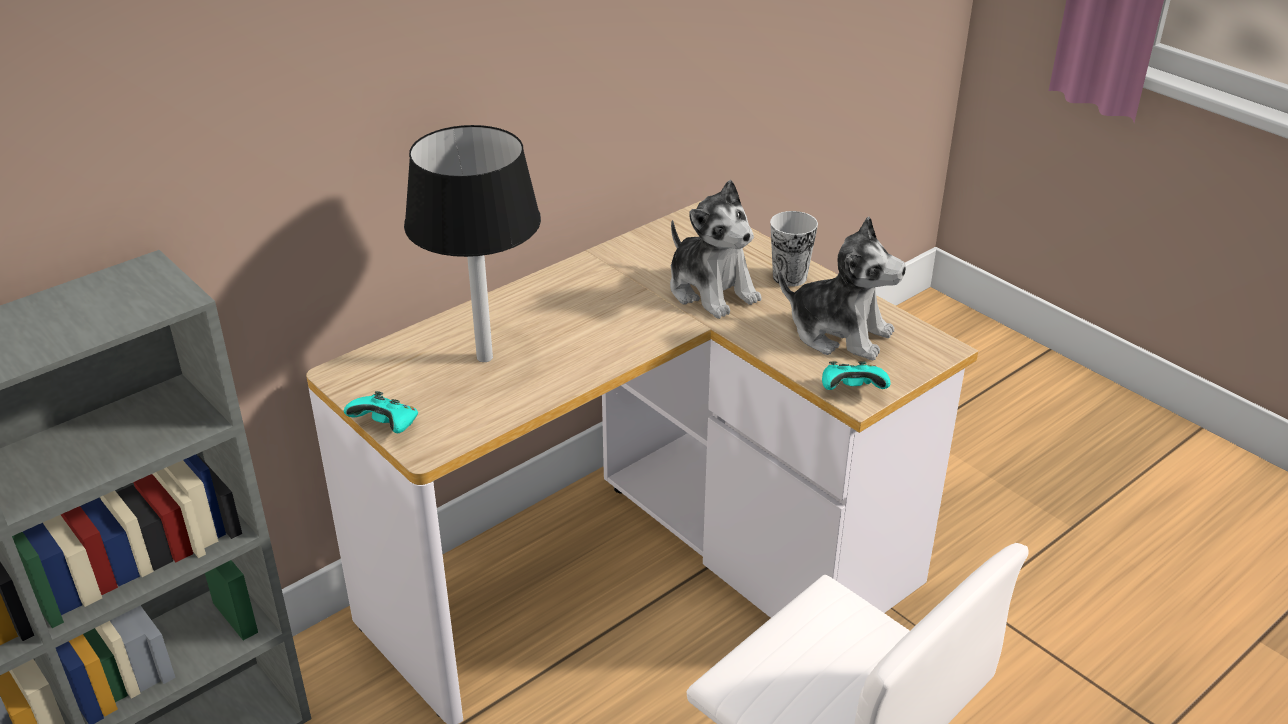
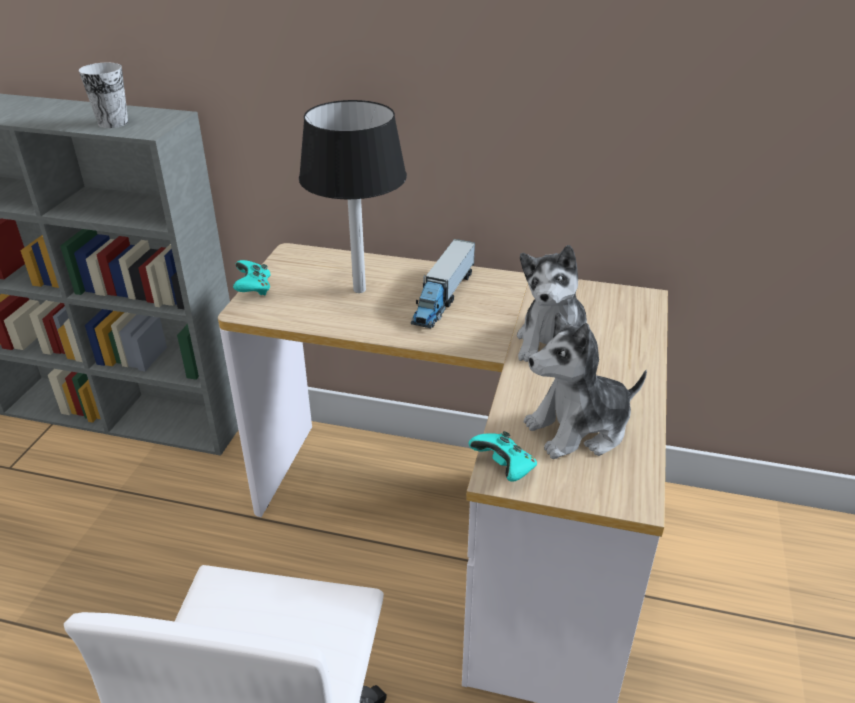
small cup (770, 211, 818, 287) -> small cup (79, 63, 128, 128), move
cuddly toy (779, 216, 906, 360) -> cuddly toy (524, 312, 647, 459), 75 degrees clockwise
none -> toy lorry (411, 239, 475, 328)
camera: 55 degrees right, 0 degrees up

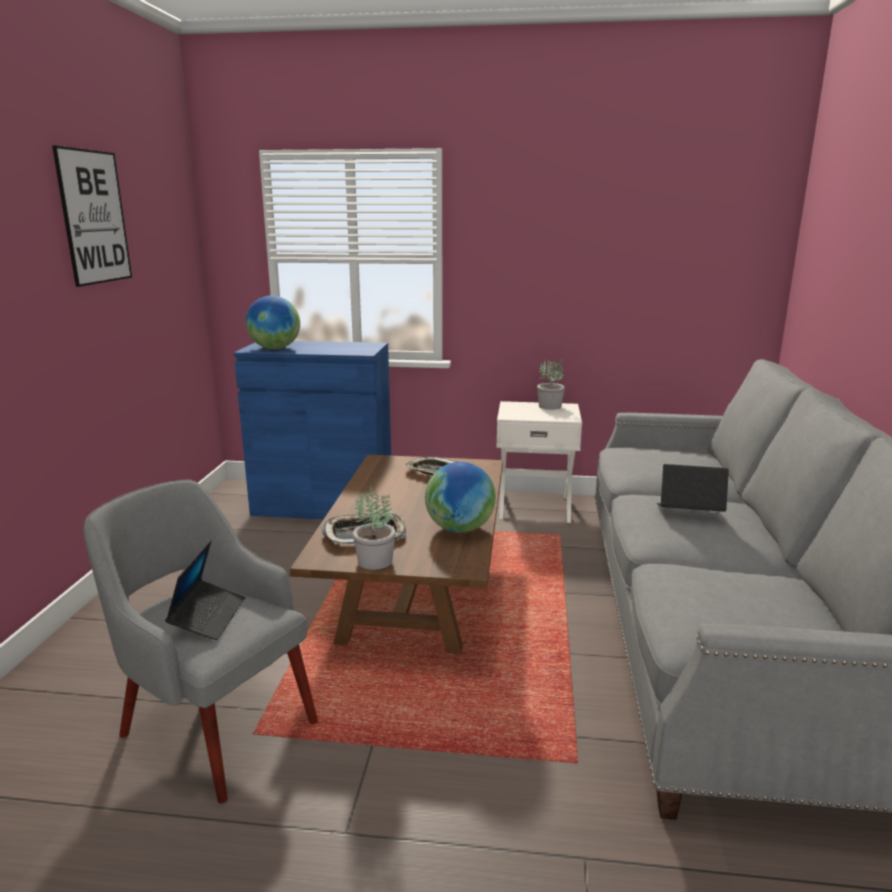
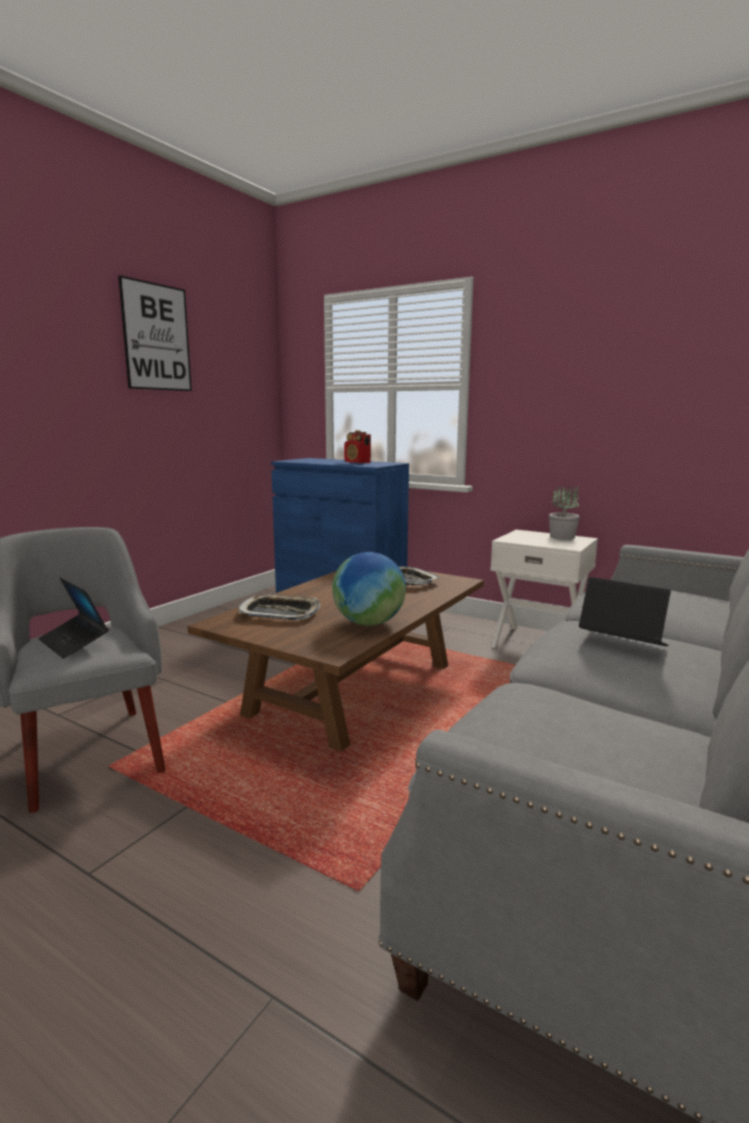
globe (246, 295, 300, 349) -> none
potted plant (353, 485, 396, 570) -> none
notebook computer (165, 540, 245, 640) -> notebook computer (38, 577, 109, 659), 105 degrees clockwise
none -> radio (344, 430, 371, 464)
camera: 25 degrees right, 5 degrees down

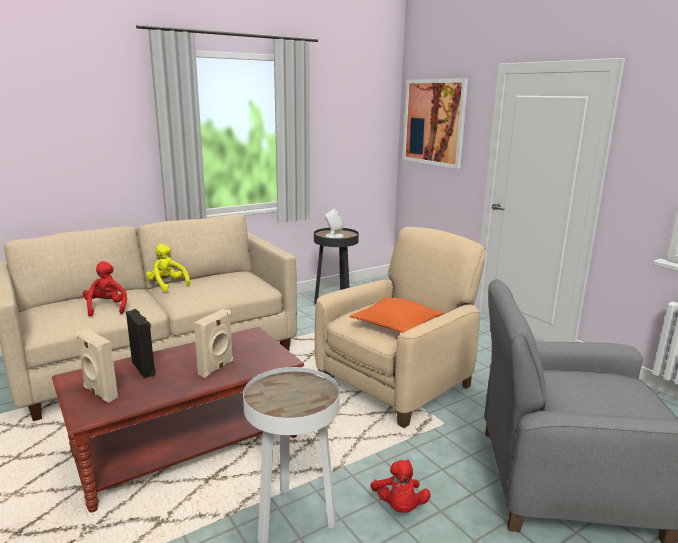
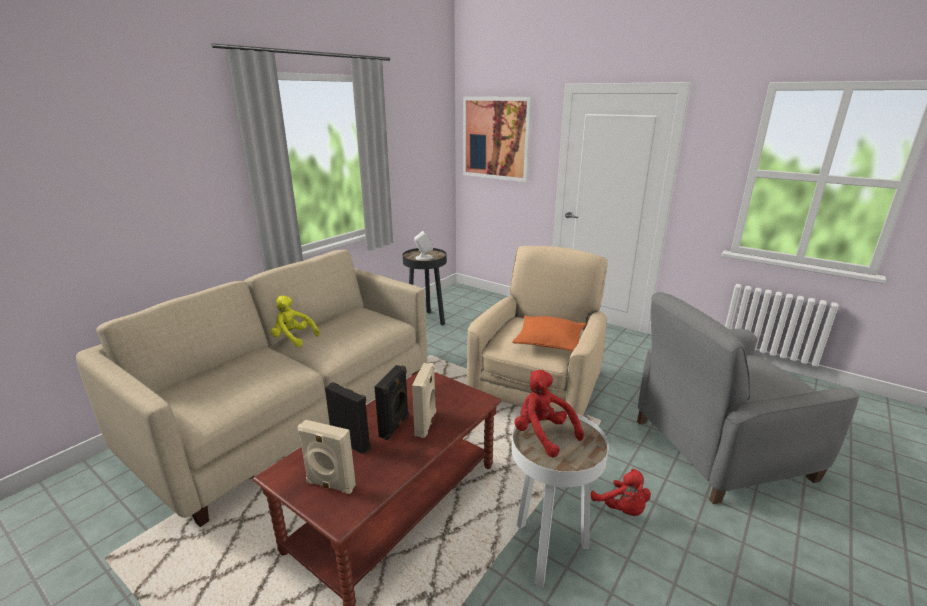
cuddly toy (red) (83, 261, 127, 316) -> cuddly toy (red) (514, 370, 584, 458), move
none -> loudspeaker (black) (374, 365, 409, 440)
camera: 20 degrees left, 5 degrees up

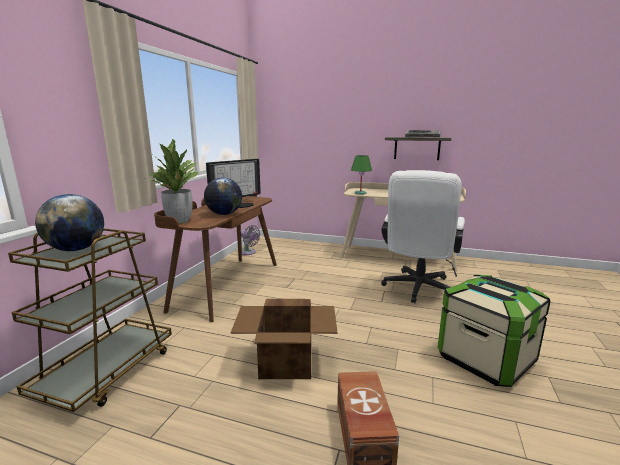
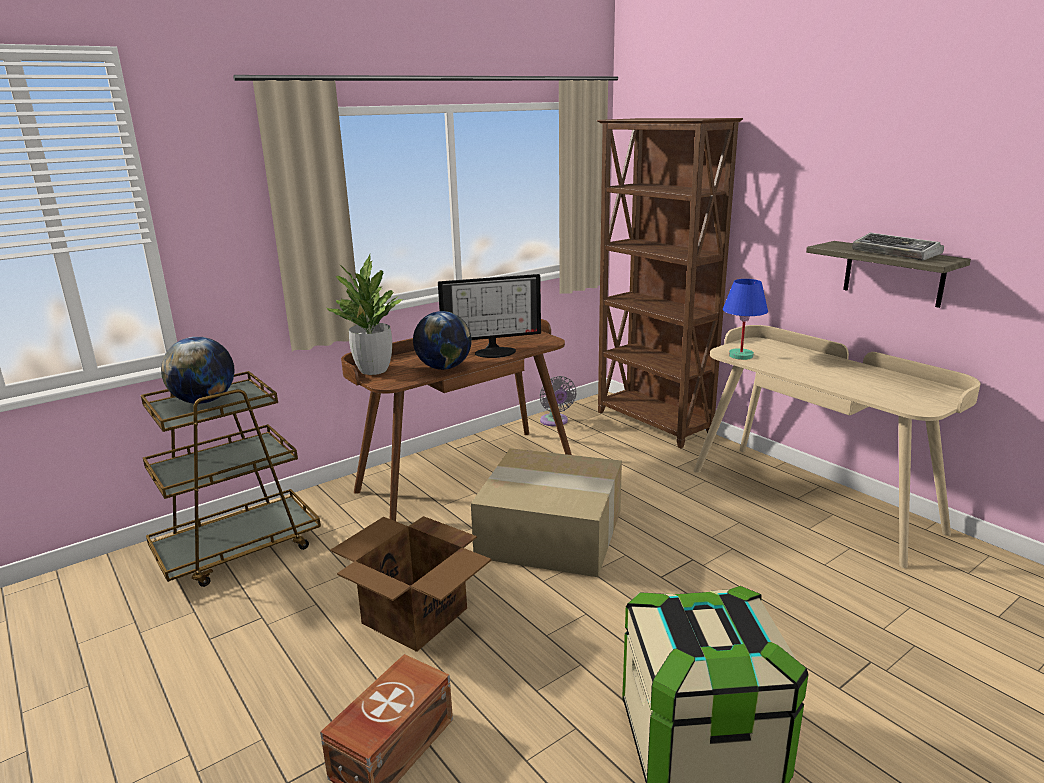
tabletop lamp (greenish) (351, 155, 372, 195) -> tabletop lamp (blue) (723, 279, 768, 360)
desk chair (white-coloured) (381, 170, 465, 303) -> none
none -> shelving unit (brown) (597, 118, 743, 448)
none -> packing box (471, 448, 622, 577)
camera: 35 degrees right, 5 degrees up

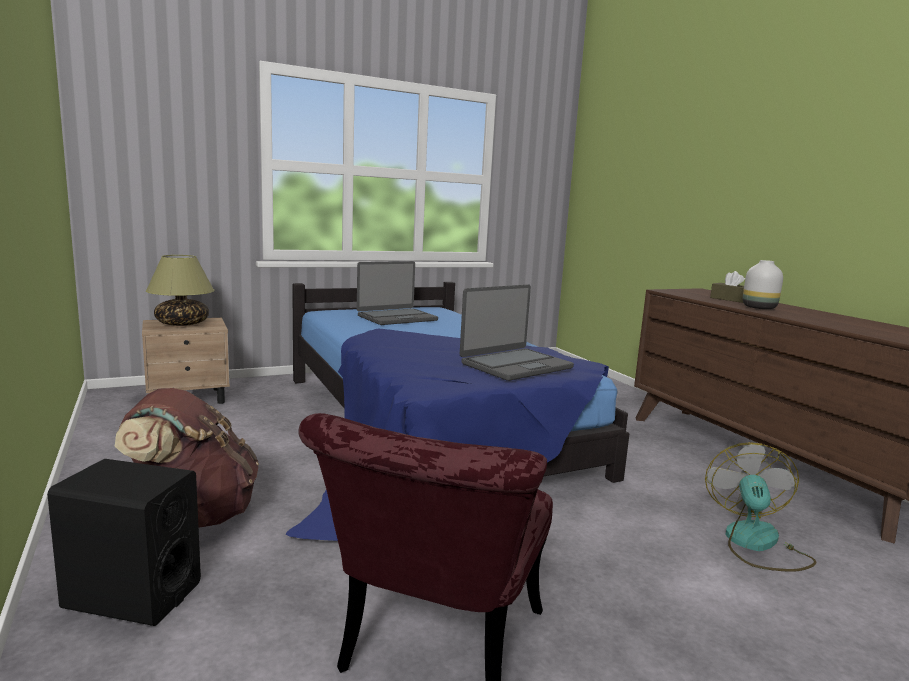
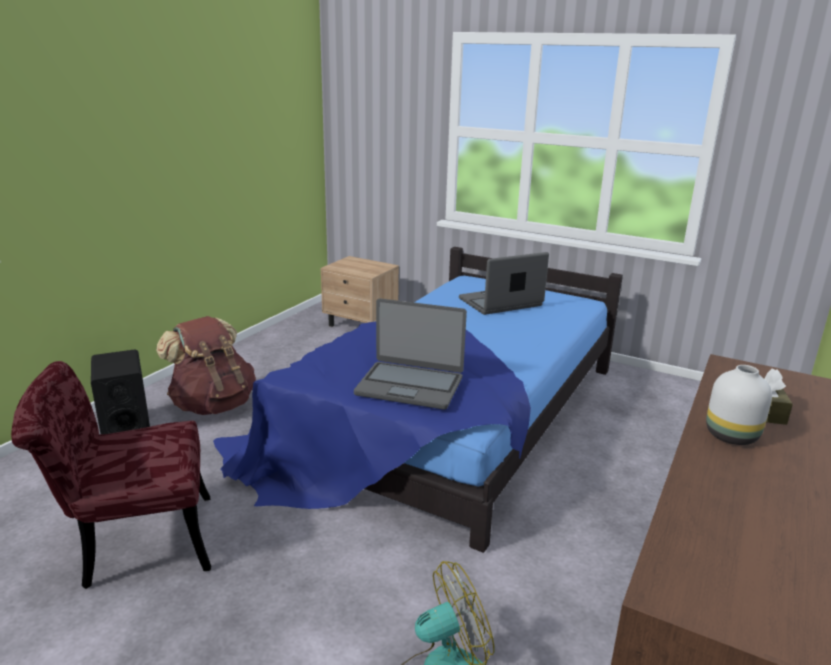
tabletop lamp (146, 255, 214, 326) -> none
notebook computer (357, 261, 438, 325) -> notebook computer (459, 252, 549, 315), 135 degrees clockwise
camera: 55 degrees right, 10 degrees up

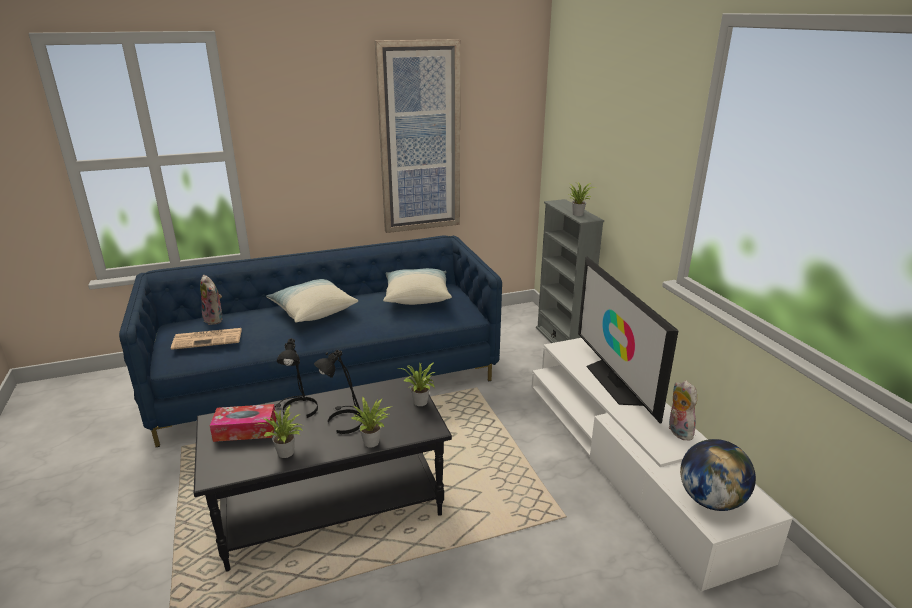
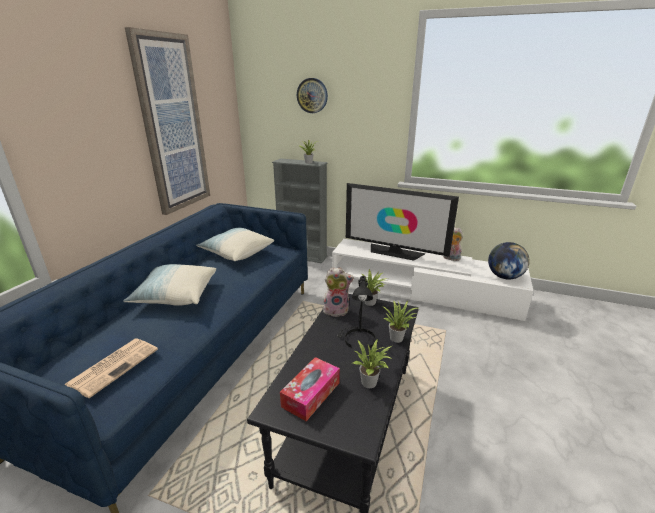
cuddly toy (200, 275, 223, 325) -> cuddly toy (323, 267, 354, 317), move
tabletop lamp (black) (275, 338, 318, 418) -> none
none -> clock on the wall (297, 78, 328, 113)
camera: 50 degrees left, 0 degrees up

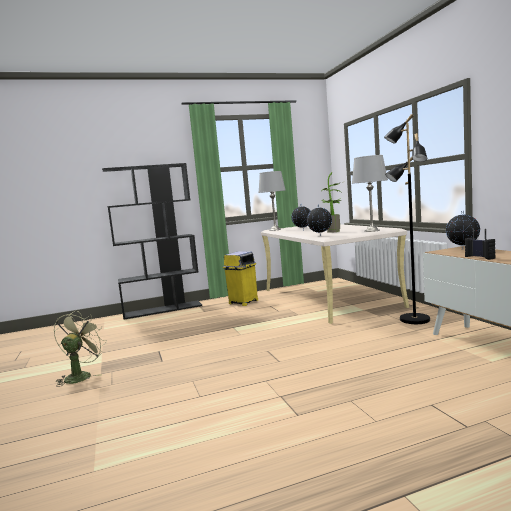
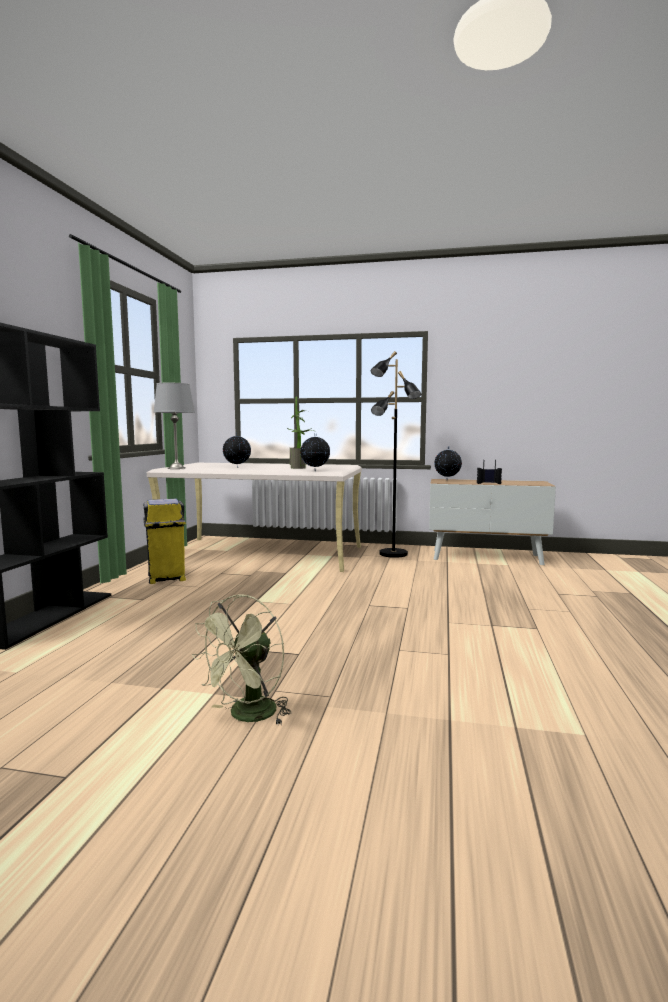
tabletop lamp (gray) (352, 155, 388, 232) -> none
electric fan (greenish) (54, 310, 107, 387) -> electric fan (greenish) (192, 594, 291, 724), 105 degrees counterclockwise
camera: 60 degrees left, 0 degrees up

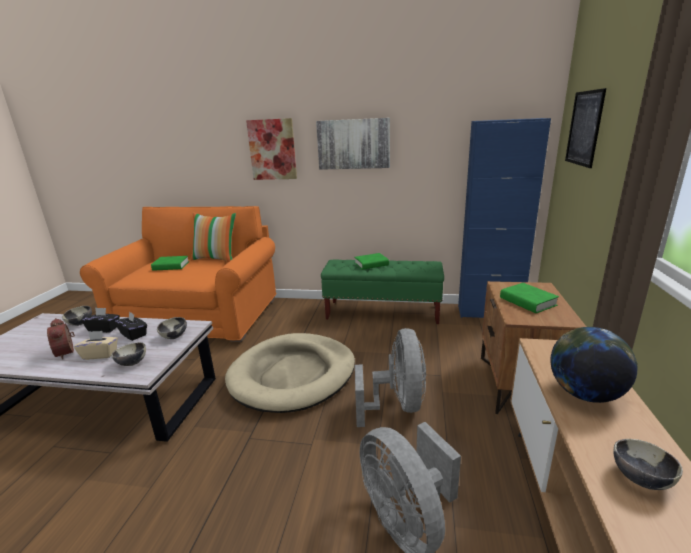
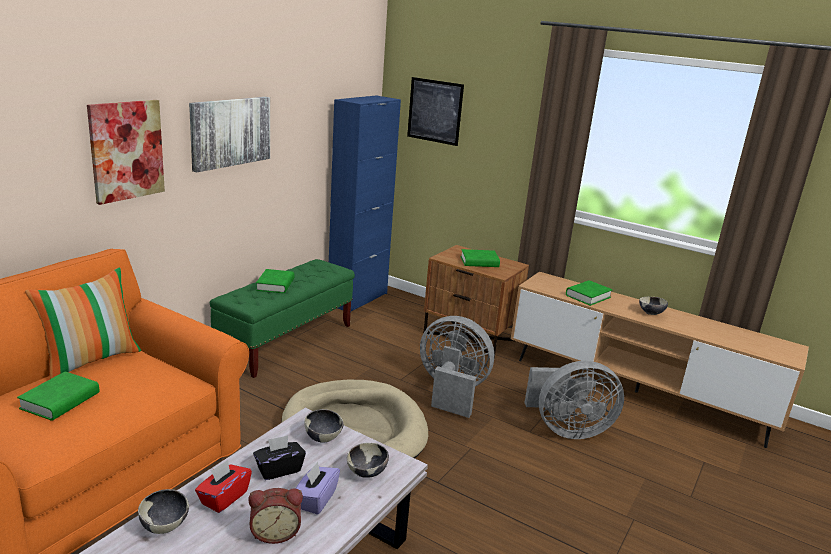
tissue holder (black) (81, 308, 120, 333) -> tissue holder (red) (195, 460, 252, 513)
globe (550, 327, 638, 403) -> book (greenish) (566, 280, 613, 306)
tissue holder (beige) (74, 331, 118, 360) -> tissue holder (purplish) (295, 462, 340, 515)
camera: 70 degrees left, 0 degrees up

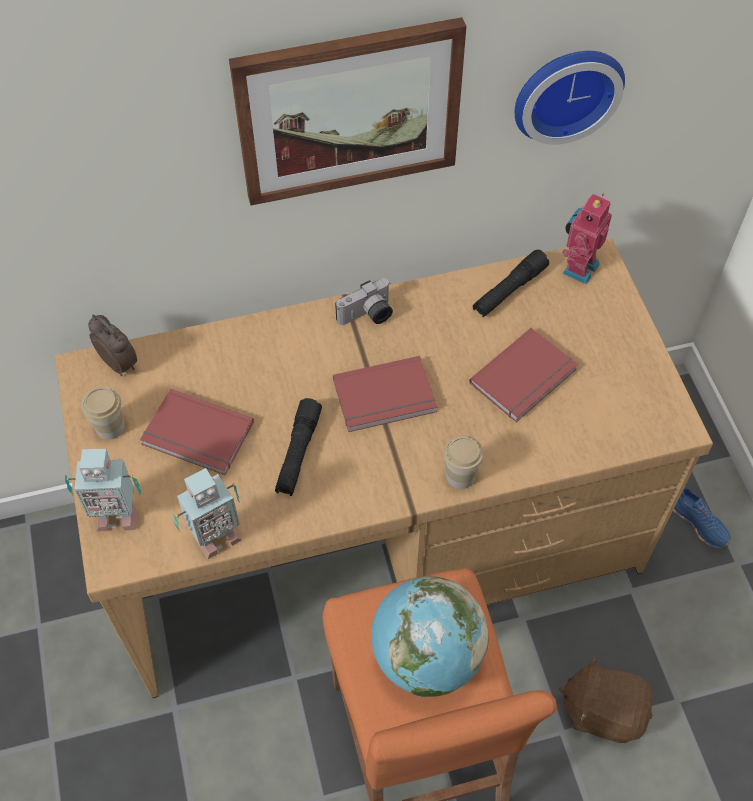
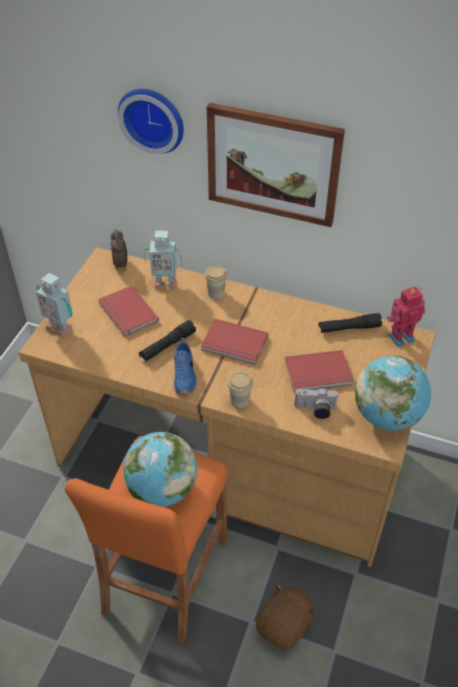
clock on the wall (515, 51, 625, 145) -> clock on the wall (118, 89, 184, 154), move
still camera (335, 278, 393, 325) -> still camera (294, 387, 339, 419), move
small cup (82, 387, 125, 440) -> small cup (205, 266, 227, 299), move
robot figure (173, 468, 242, 559) -> robot figure (144, 230, 182, 290), move
shoe (blue) (673, 488, 731, 548) -> shoe (blue) (174, 338, 197, 394), move
cuddly toy (brown) (559, 655, 653, 743) -> cuddly toy (brown) (256, 583, 317, 650), 75 degrees clockwise
none -> globe (355, 355, 431, 431)
camera: 35 degrees right, 10 degrees down

